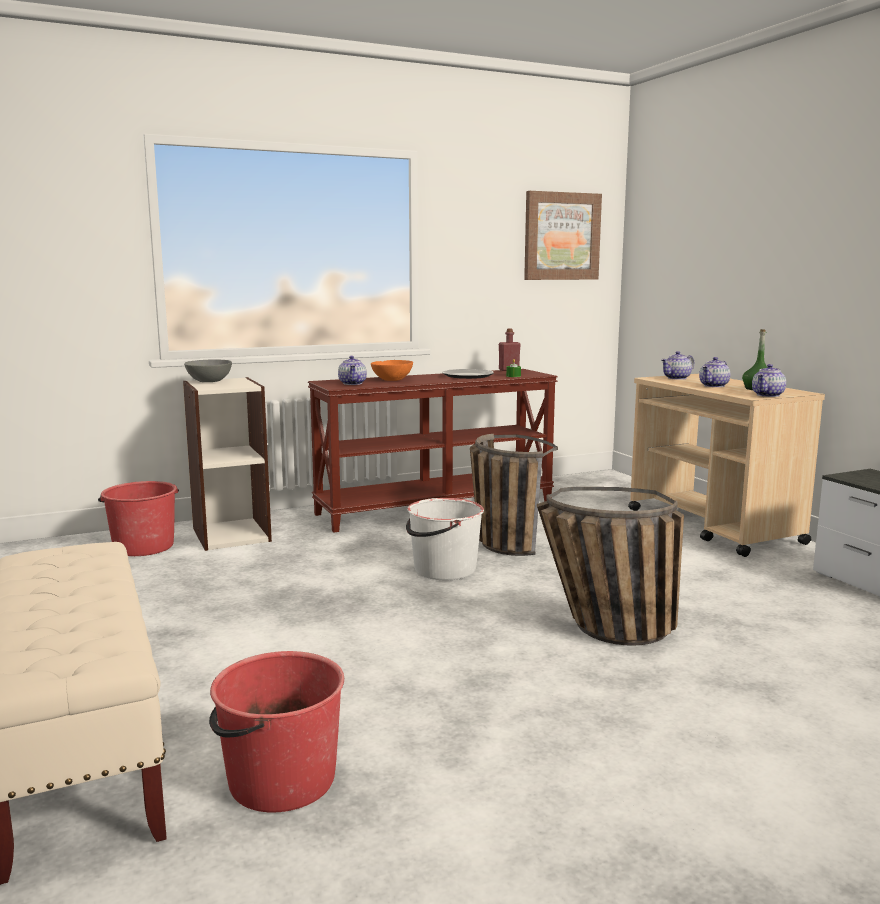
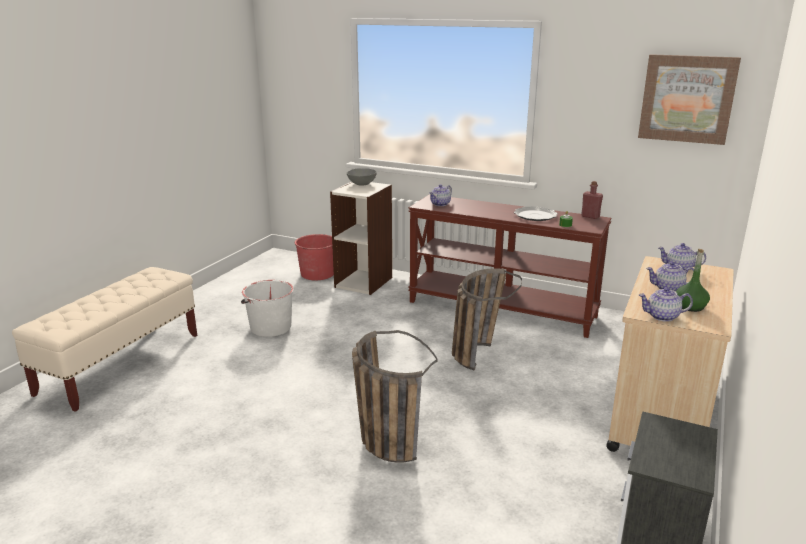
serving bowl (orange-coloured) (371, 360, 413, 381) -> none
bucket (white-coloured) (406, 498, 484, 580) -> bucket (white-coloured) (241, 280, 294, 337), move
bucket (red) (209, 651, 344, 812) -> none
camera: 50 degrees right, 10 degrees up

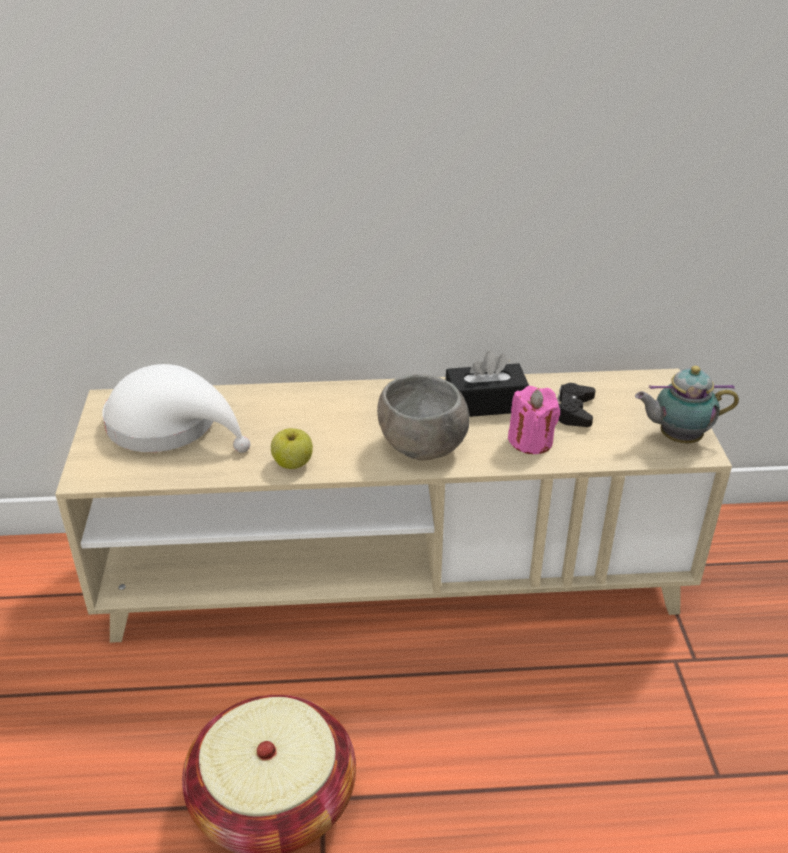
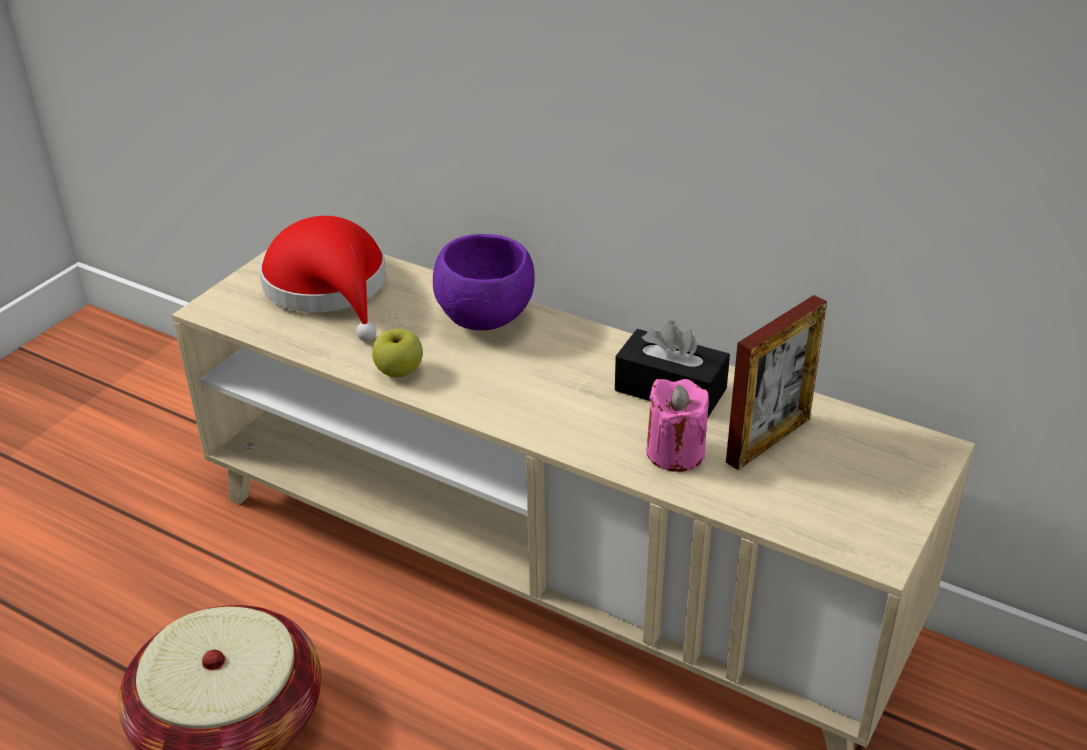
hat (white-coloured) (102, 364, 250, 453) -> hat (red) (260, 216, 386, 342)
teapot (635, 366, 739, 443) -> none
serving bowl (gray) (377, 374, 470, 460) -> none
gamepad (black) (557, 383, 596, 427) -> picture frame (726, 295, 827, 470)
none -> serving bowl (purplish) (433, 234, 535, 330)
camera: 35 degrees right, 0 degrees up

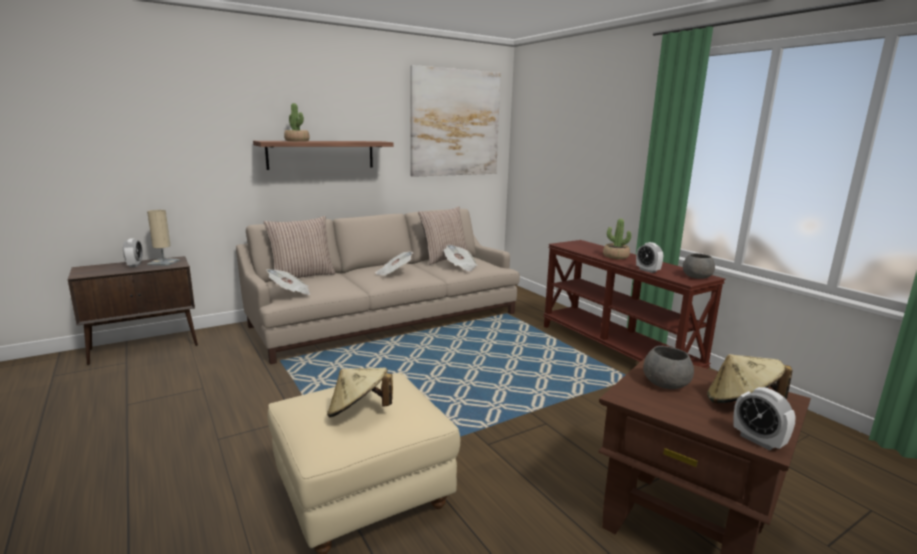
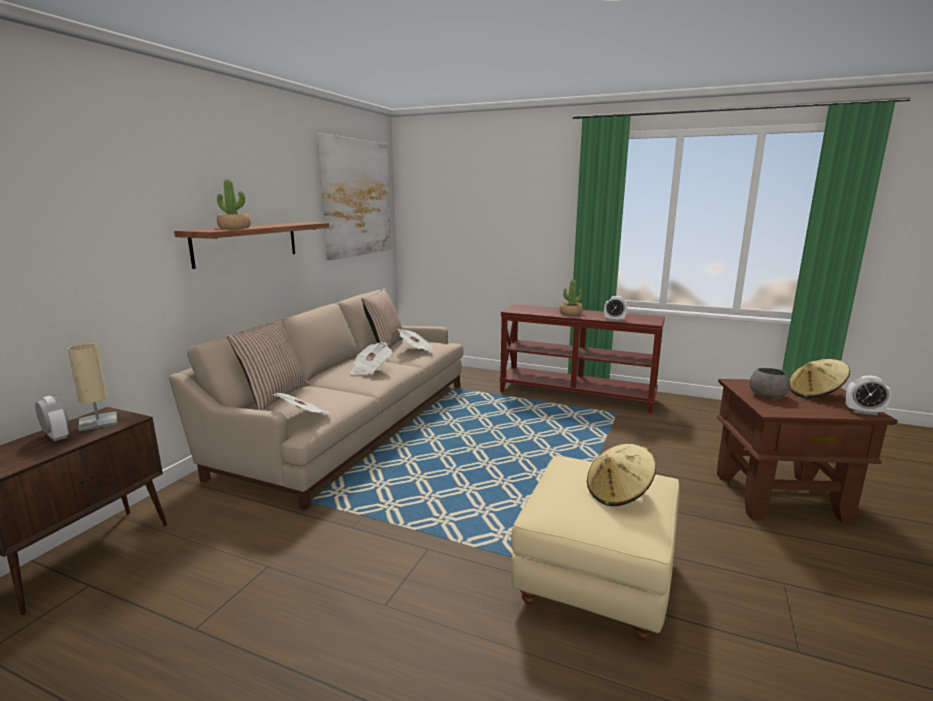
serving bowl (gray) (683, 253, 715, 279) -> none
camera: 35 degrees left, 0 degrees up

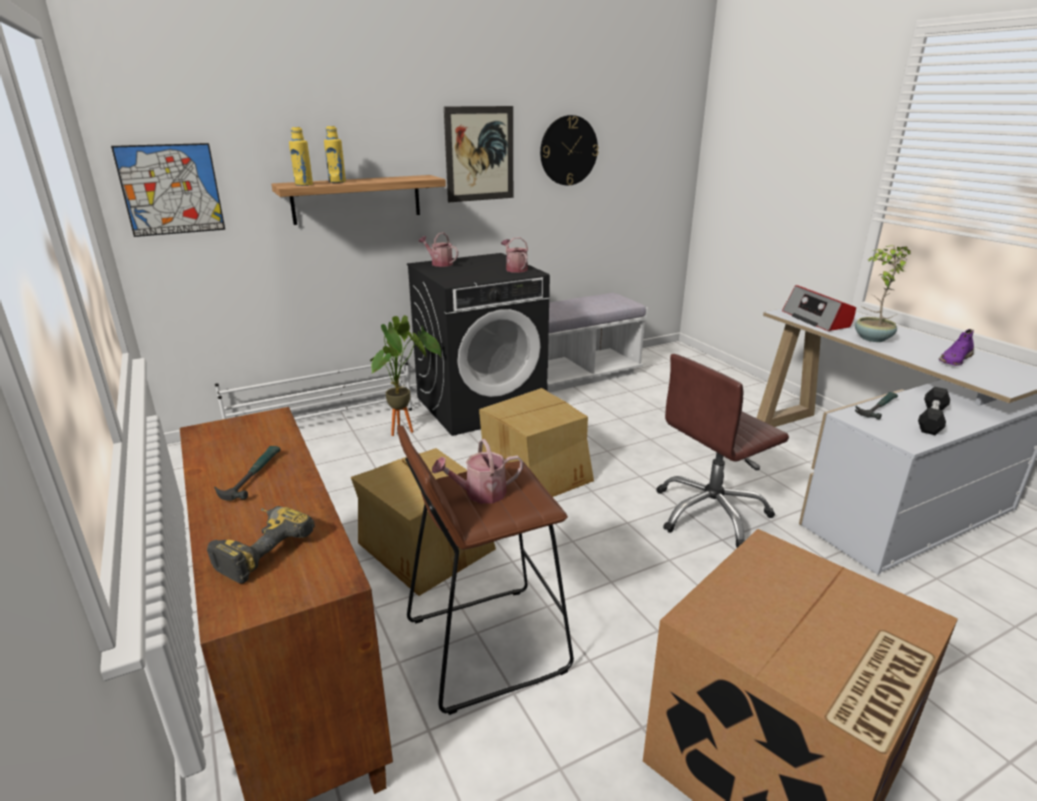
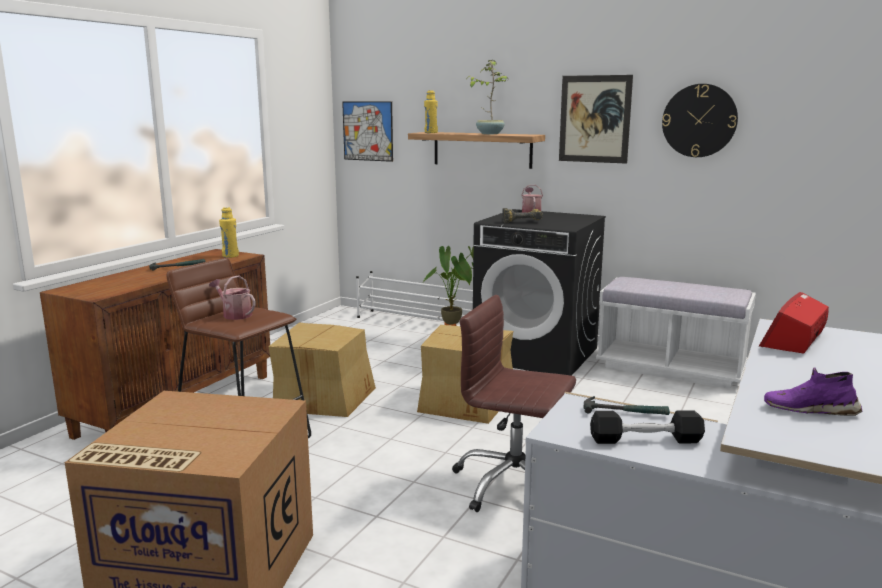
beverage bottle (yellowish) (324, 126, 346, 183) -> beverage bottle (yellowish) (219, 207, 239, 258), move
watering can (501, 237, 528, 273) -> none
potted plant (855, 245, 911, 342) -> potted plant (467, 60, 510, 134), move
electric drill (207, 506, 315, 584) -> electric drill (502, 208, 543, 223), move
camera: 55 degrees right, 10 degrees down

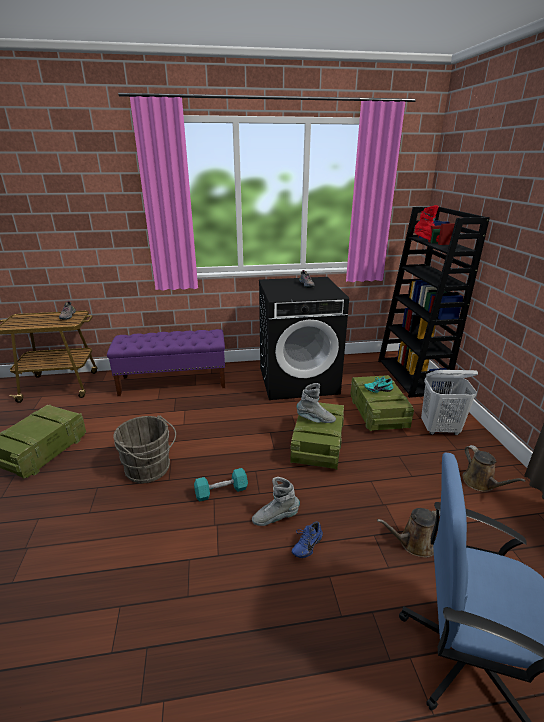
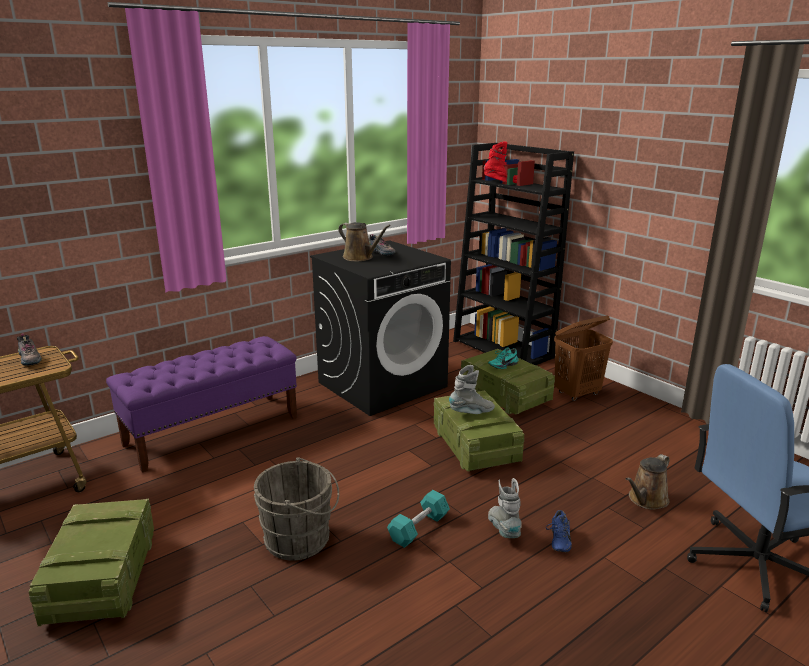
washing basket (white-coloured) (421, 370, 478, 435) -> washing basket (brown) (554, 316, 613, 401)
watering can (brown) (462, 445, 526, 492) -> watering can (brown) (338, 222, 391, 261), move
boot (gray) (252, 477, 300, 526) -> boot (gray) (488, 478, 522, 538), 120 degrees clockwise
camera: 30 degrees left, 5 degrees down

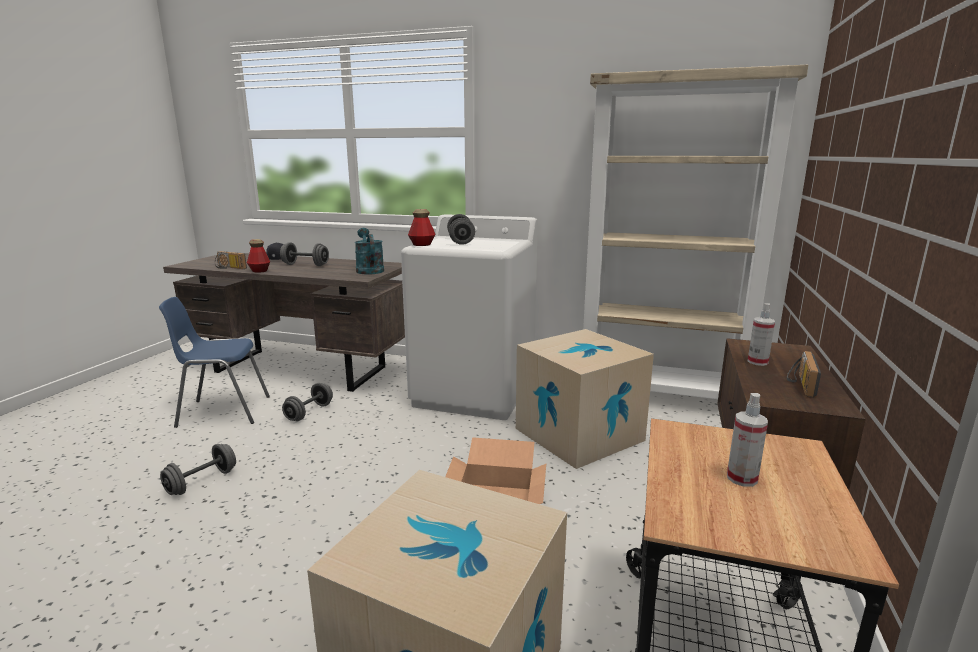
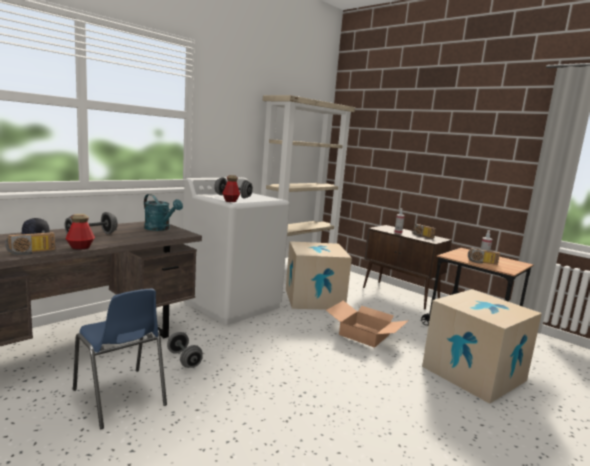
watering can (turquoise-coloured) (355, 228, 384, 274) -> watering can (turquoise-coloured) (144, 194, 183, 231), 150 degrees counterclockwise
upright chair (blue) (159, 297, 269, 428) -> upright chair (blue) (73, 289, 167, 429), 60 degrees counterclockwise
dumbbell (gray) (160, 444, 236, 495) -> none
none -> radio (468, 248, 500, 265)
camera: 65 degrees left, 5 degrees down

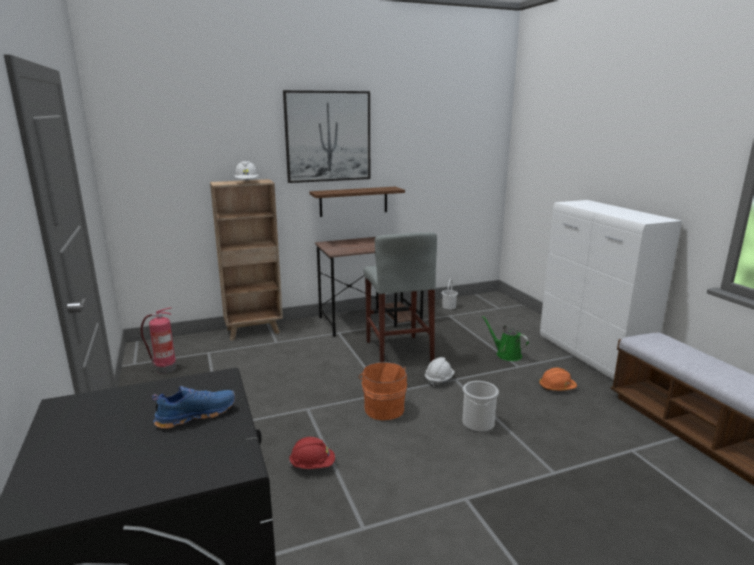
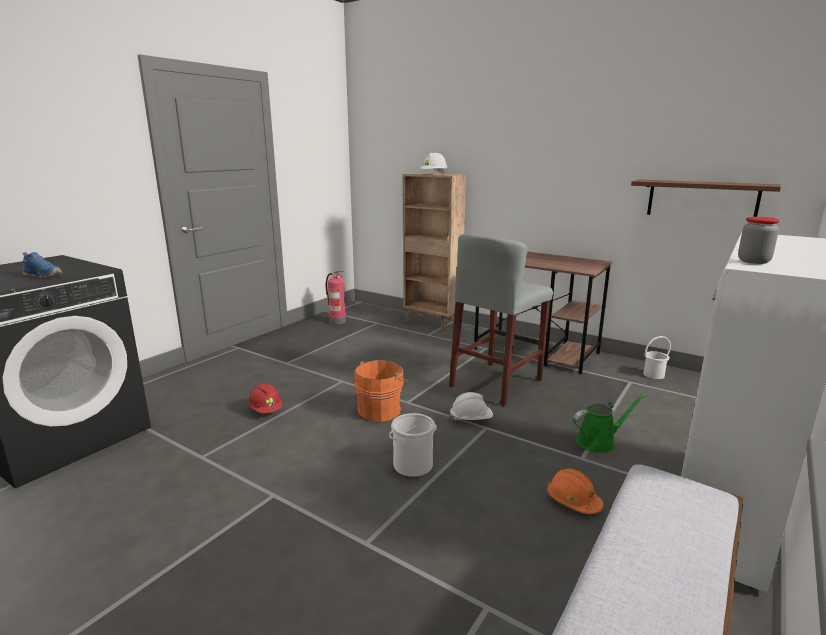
wall picture (283, 90, 370, 183) -> none
shelf (brown) (309, 187, 405, 217) -> shelf (brown) (631, 179, 781, 217), move
watering can (greenish) (482, 316, 529, 361) -> watering can (greenish) (573, 394, 647, 453), 60 degrees clockwise
none -> preserve jar (738, 217, 780, 264)
camera: 55 degrees right, 0 degrees up

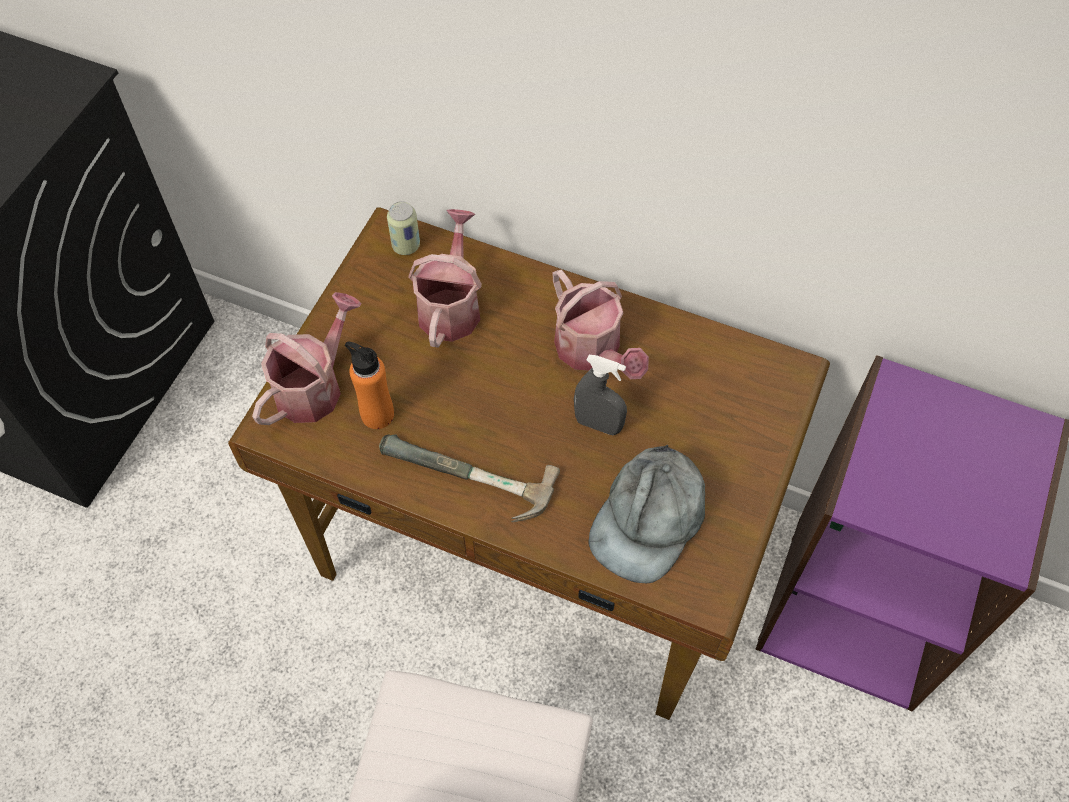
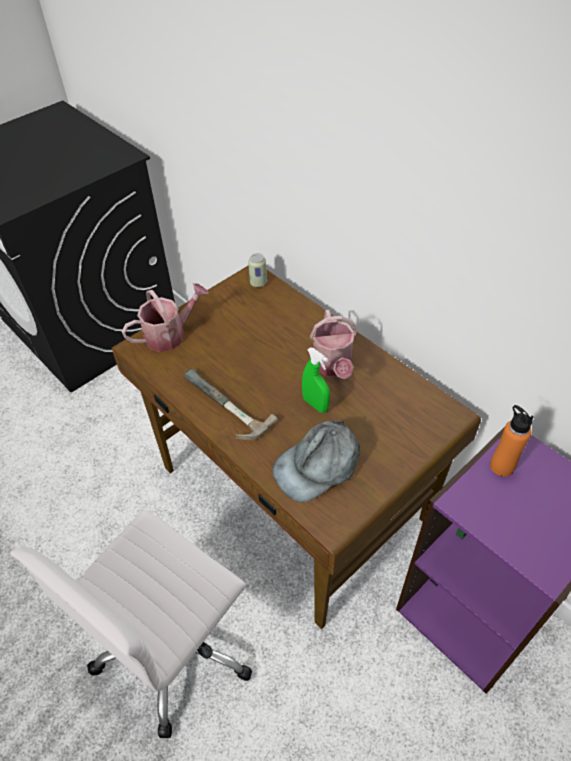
watering can (408, 209, 482, 348) -> none
beverage bottle (orange-coloured) (345, 342, 394, 429) -> beverage bottle (orange-coloured) (490, 405, 534, 477), move
hand sprayer (gray) (574, 355, 627, 435) -> hand sprayer (greenish) (302, 347, 330, 413)
camera: 25 degrees right, 10 degrees down

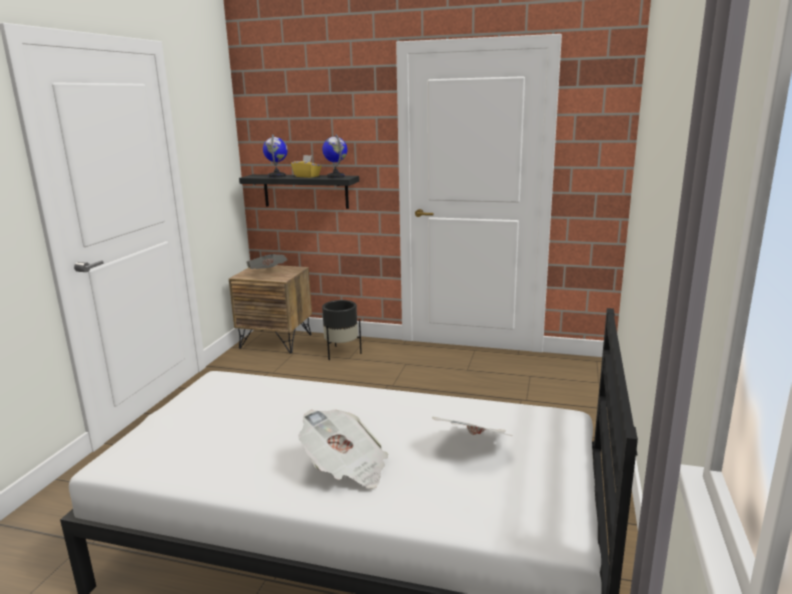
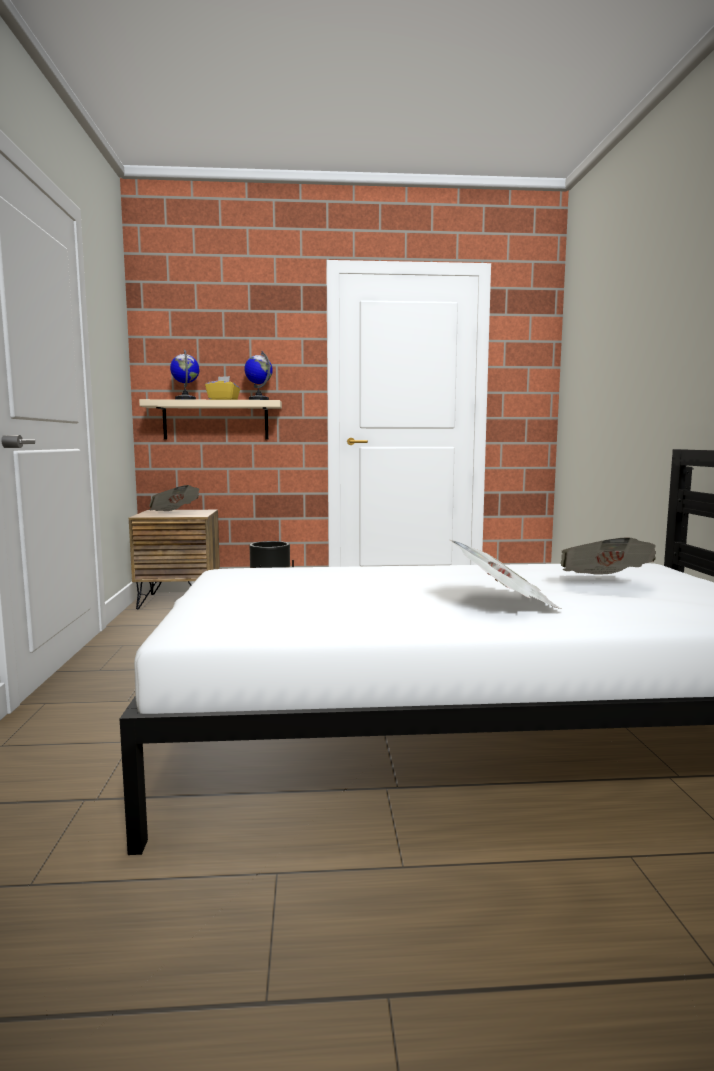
shelf (black) (239, 174, 359, 209) -> shelf (beige) (139, 399, 282, 440)
camera: 20 degrees left, 10 degrees down

